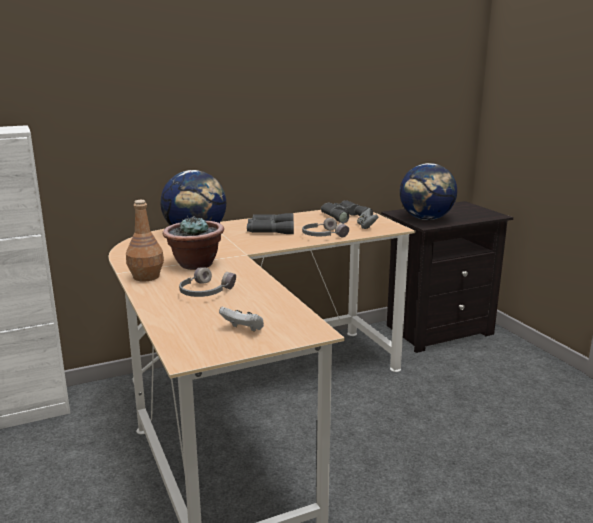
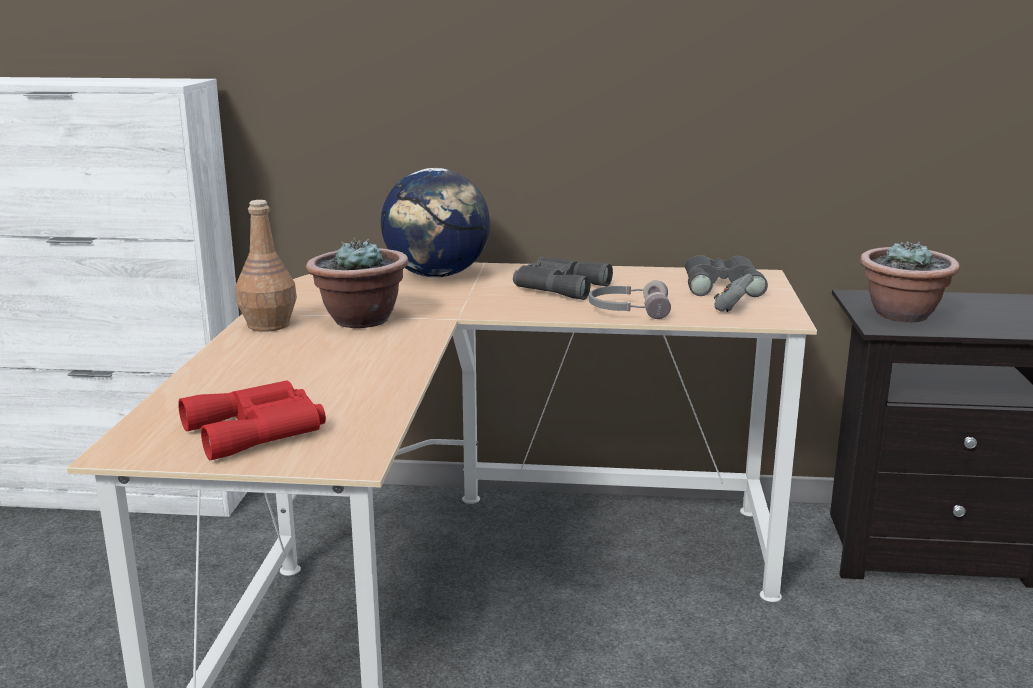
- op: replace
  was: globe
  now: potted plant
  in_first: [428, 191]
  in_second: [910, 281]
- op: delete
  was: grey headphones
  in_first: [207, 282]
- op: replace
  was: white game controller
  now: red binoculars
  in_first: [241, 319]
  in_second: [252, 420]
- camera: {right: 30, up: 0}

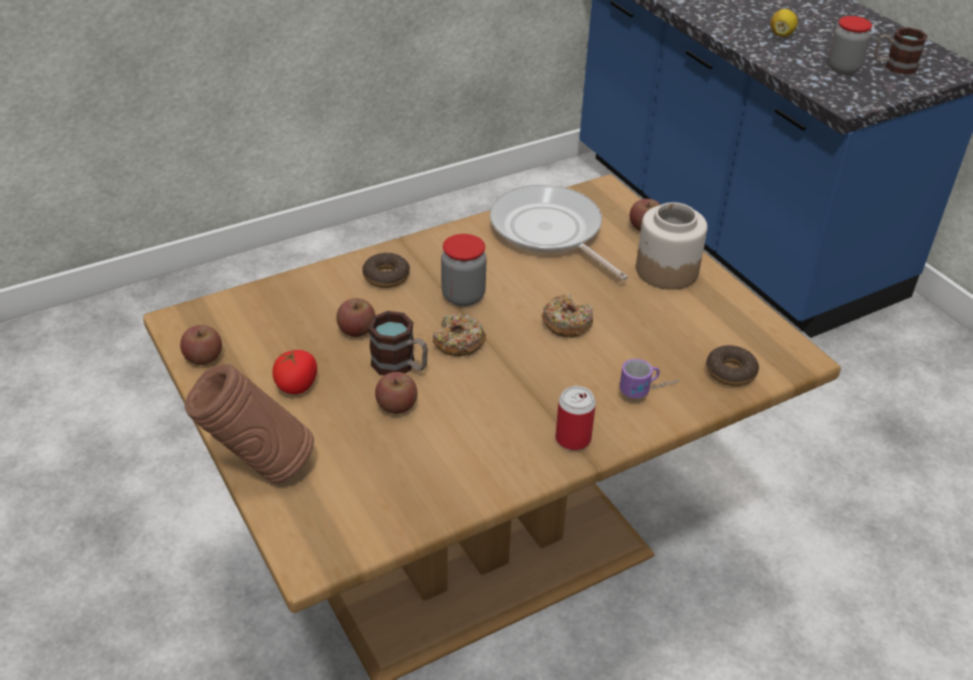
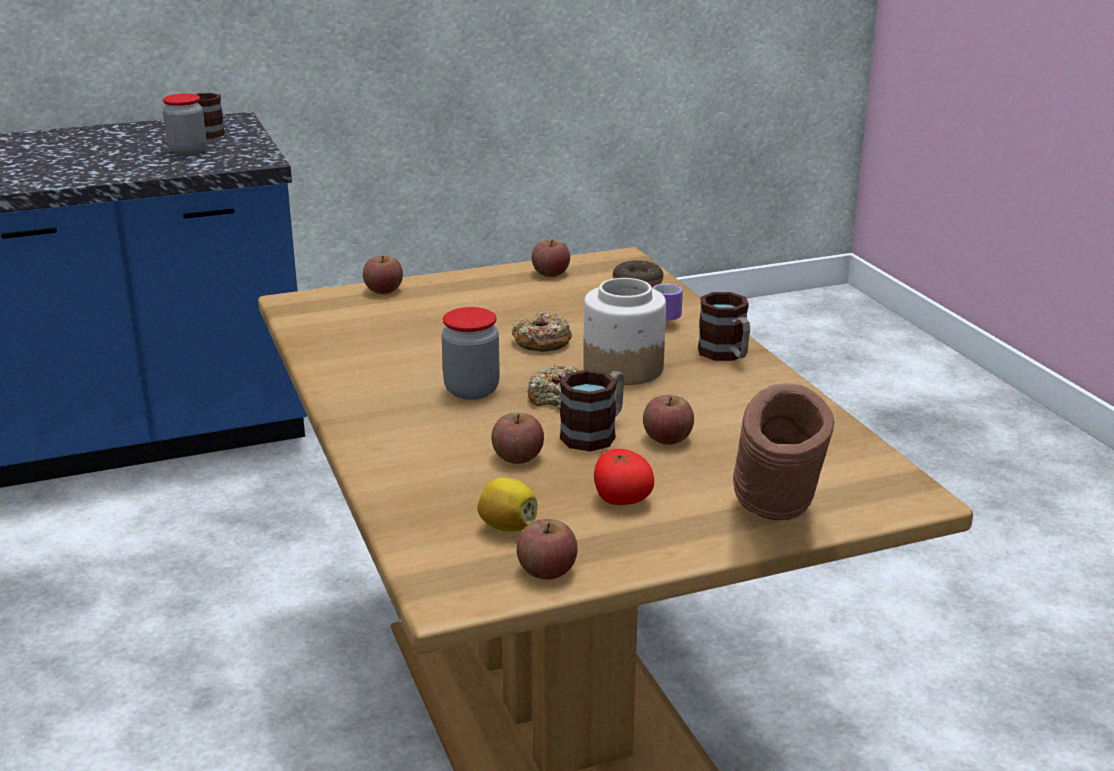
- op: move
  was: lemon
  in_first: [784, 23]
  in_second: [507, 504]
- op: delete
  was: frying pan
  in_first: [559, 233]
- op: move
  was: jar
  in_first: [671, 246]
  in_second: [624, 331]
- op: delete
  was: donut
  in_first: [386, 270]
- op: replace
  was: can
  now: mug
  in_first: [575, 418]
  in_second: [724, 326]
- op: insert
  now: apple
  in_second: [551, 258]
- camera: {right: -80, up: -15}

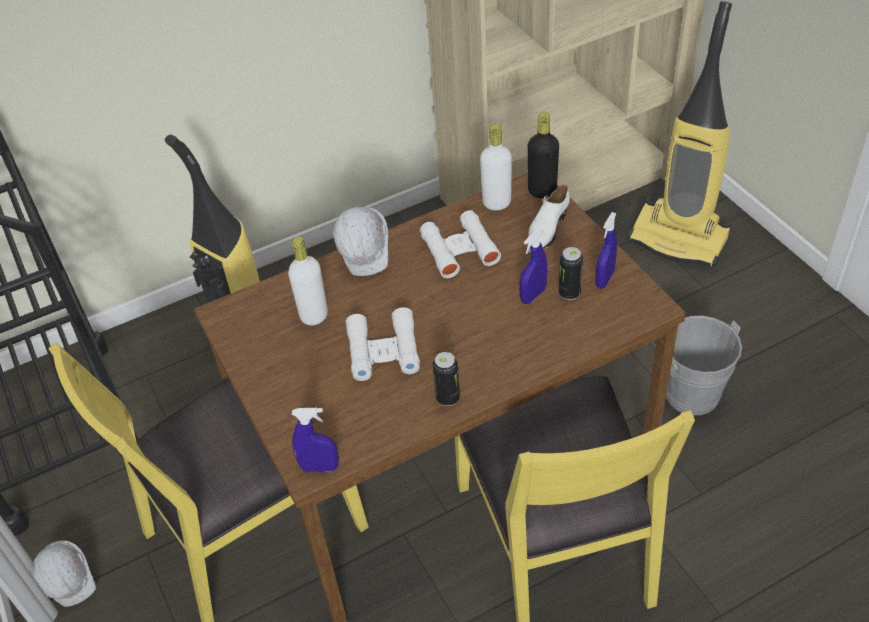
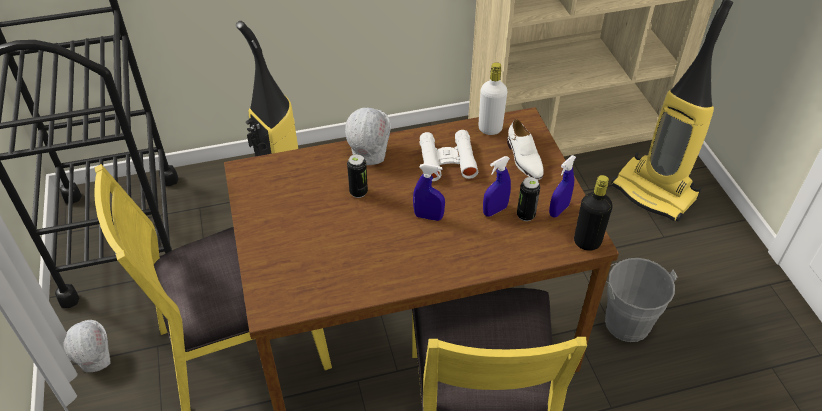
- op: move
  was: black bottle
  in_first: [543, 155]
  in_second: [593, 213]
- op: rotate
  was: white shoe
  in_first: [549, 219]
  in_second: [525, 149]
  clockwise: -60
- op: delete
  was: white bottle
  in_first: [308, 280]
- op: delete
  was: white binoculars
  in_first: [383, 344]
- op: move
  was: can
  in_first: [446, 379]
  in_second: [357, 176]
- op: move
  was: blue spray bottle
  in_first: [315, 440]
  in_second: [429, 192]
- camera: {right: 10, up: 0}

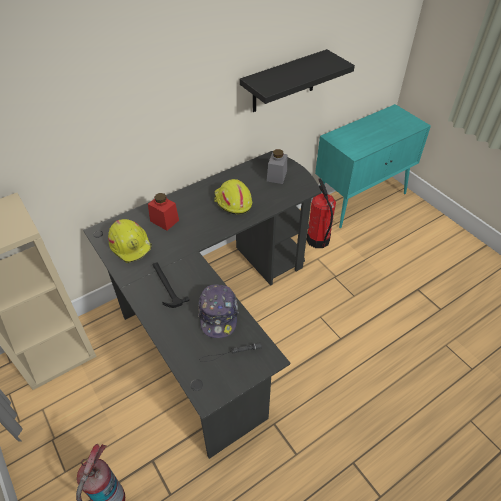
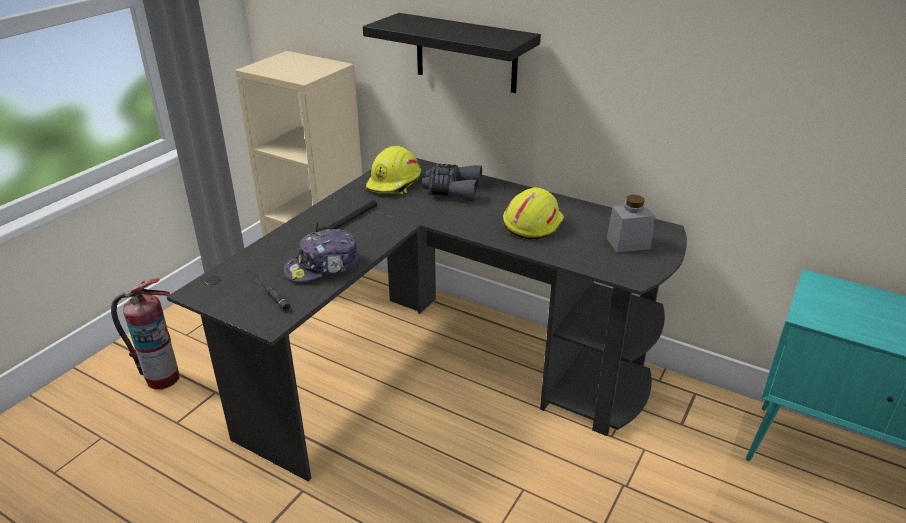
- op: move
  was: black shelf
  in_first: [297, 80]
  in_second: [452, 53]
- op: delete
  was: fire extinguisher
  in_first: [321, 213]
- op: replace
  was: red jar
  now: grey binoculars
  in_first: [163, 212]
  in_second: [452, 182]
- camera: {right: 65, up: -15}

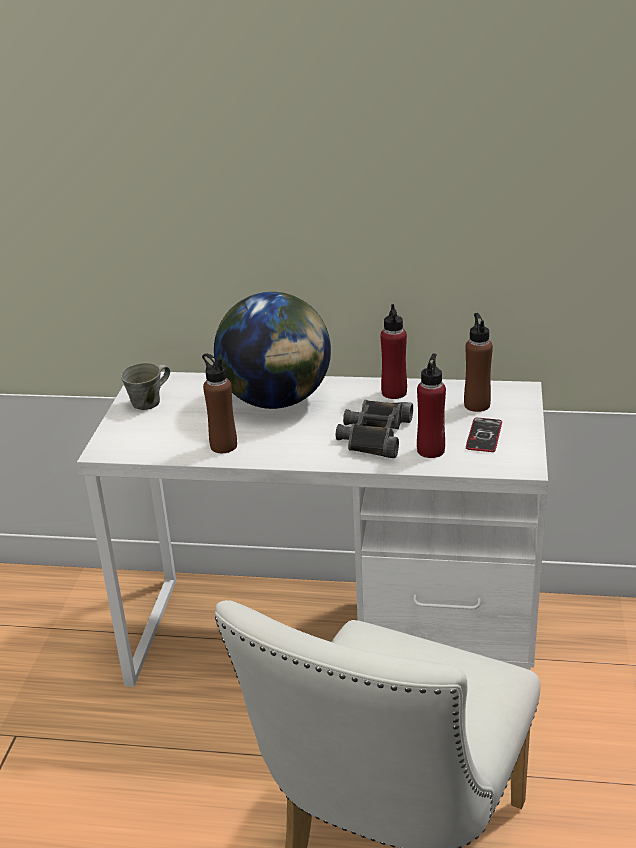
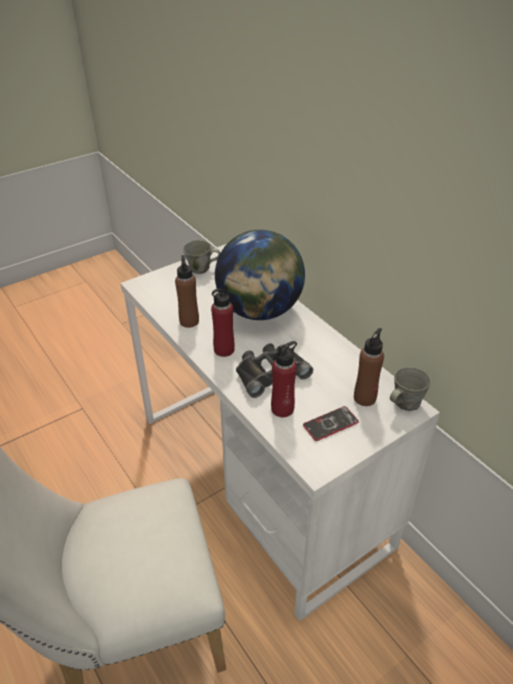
- op: move
  was: red bottle
  in_first: [394, 351]
  in_second: [223, 320]
- op: insert
  now: grey mug
  in_second: [410, 389]
- camera: {right: 45, up: 10}

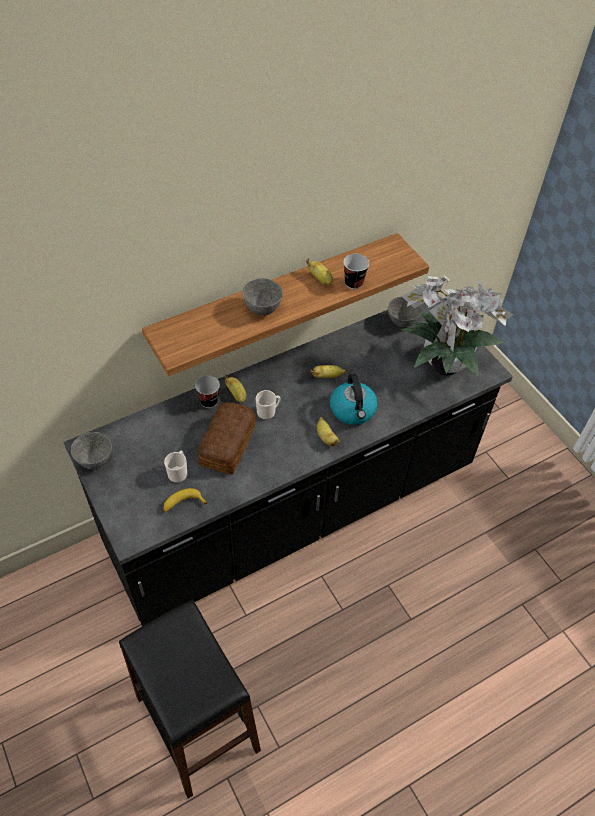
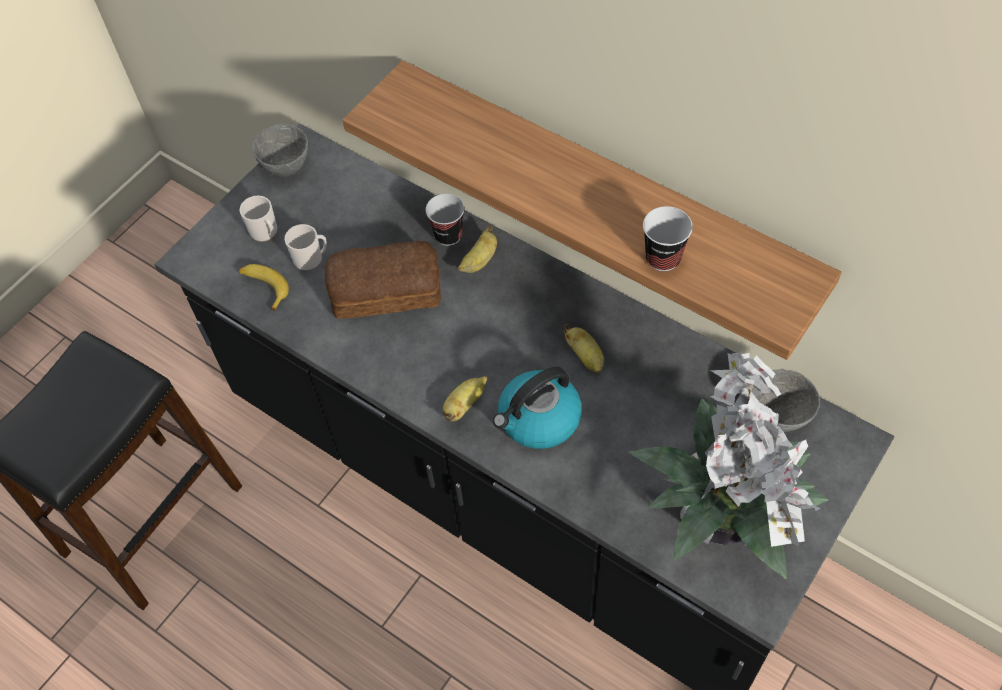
- op: delete
  was: banana
  in_first: [319, 271]
- op: delete
  was: grey bowl
  in_first: [262, 297]
- op: move
  was: mug
  in_first: [268, 405]
  in_second: [258, 219]
- camera: {right: 70, up: 5}

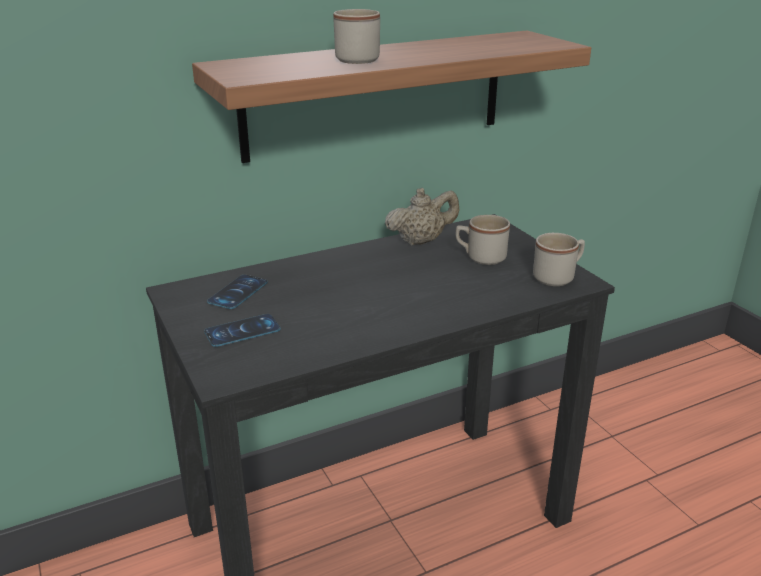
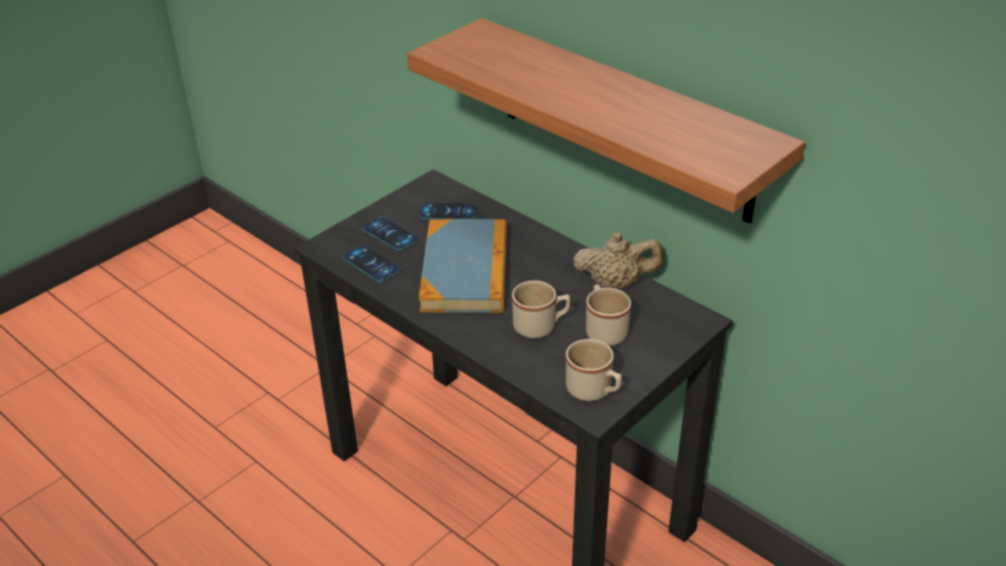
- op: move
  was: beige mug
  in_first: [356, 36]
  in_second: [541, 309]
- op: rotate
  was: beige teapot
  in_first: [422, 217]
  in_second: [618, 260]
  clockwise: -45
- op: insert
  now: book
  in_second: [463, 266]
- op: insert
  now: phone
  in_second: [372, 263]
- camera: {right: 70, up: 10}

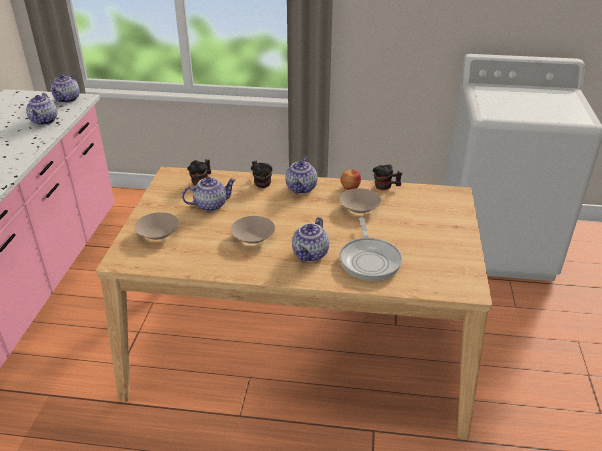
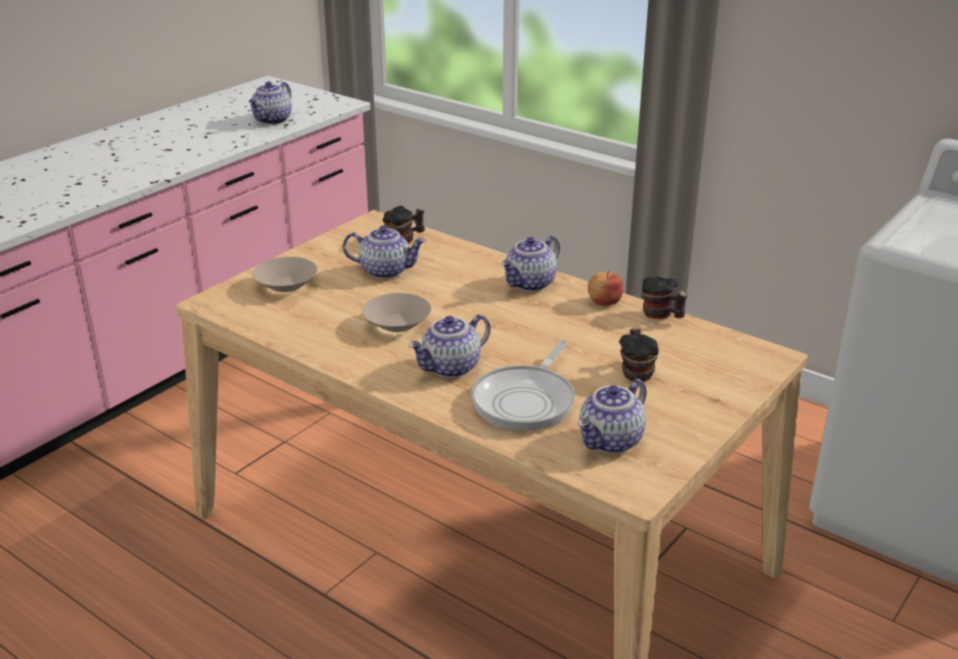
- op: move
  was: teapot
  in_first: [65, 88]
  in_second: [612, 416]
- op: move
  was: mug
  in_first: [261, 174]
  in_second: [639, 355]
- op: delete
  was: beige bowl
  in_first: [360, 200]
- camera: {right: 30, up: -5}

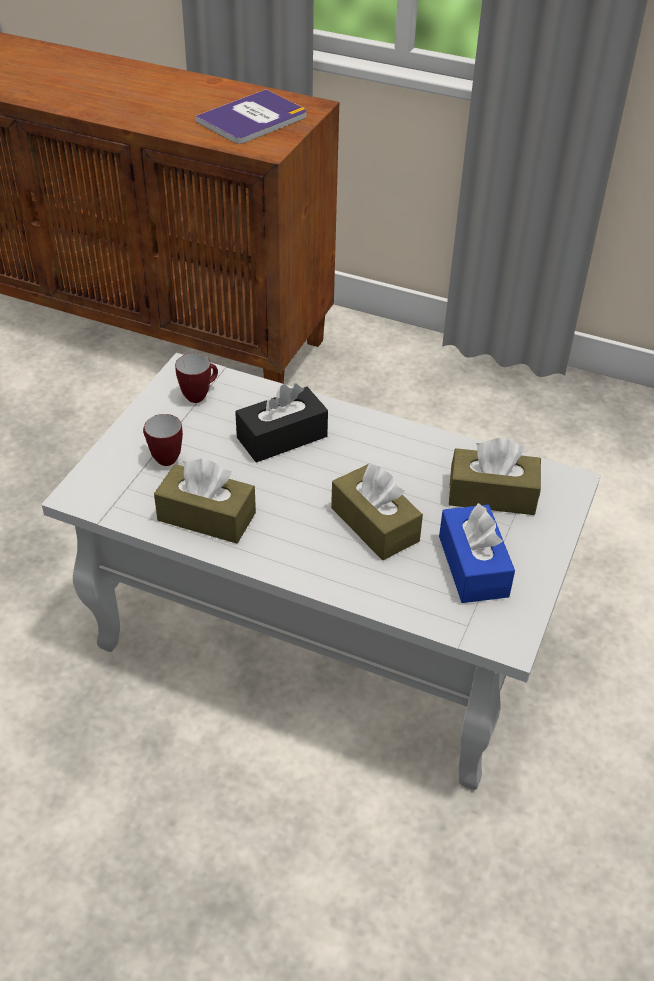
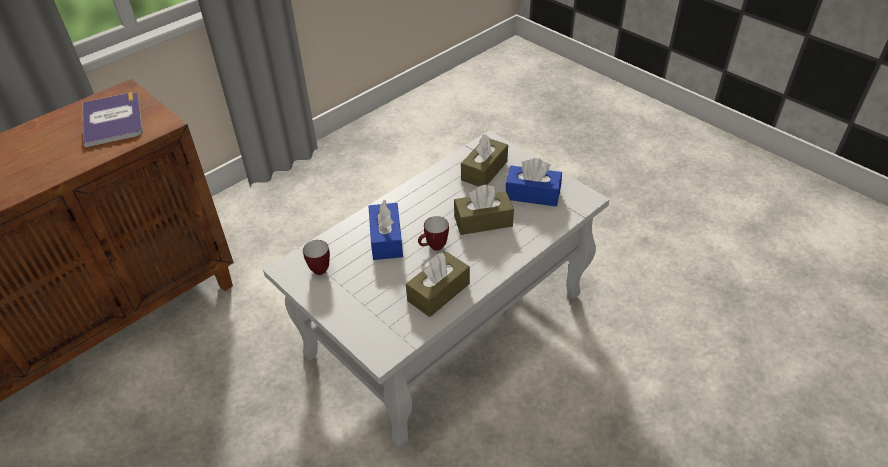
- op: recolor
  was: black tissue box
  now: blue tissue box
  in_first: [281, 423]
  in_second: [386, 230]
- op: move
  was: mug
  in_first: [163, 440]
  in_second: [433, 233]
- camera: {right: -65, up: 0}

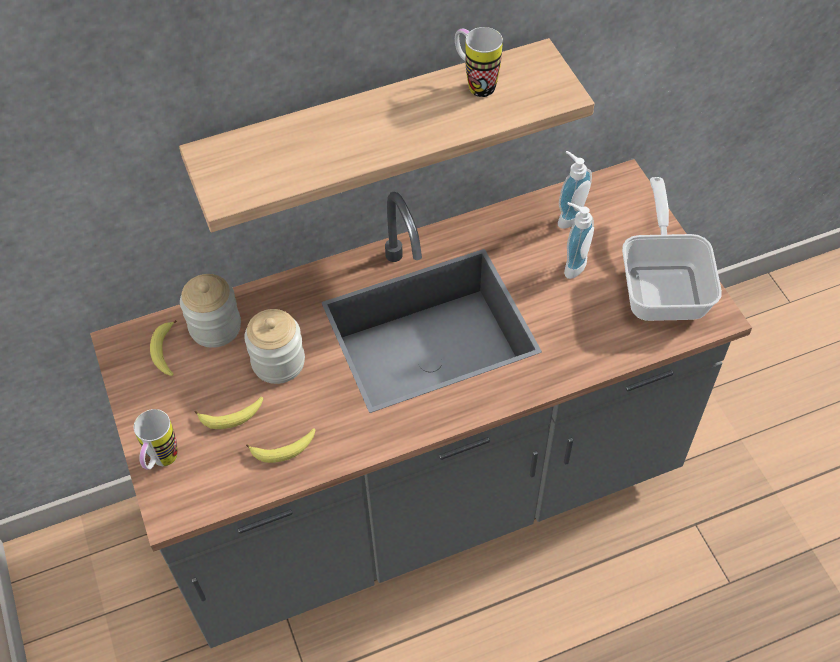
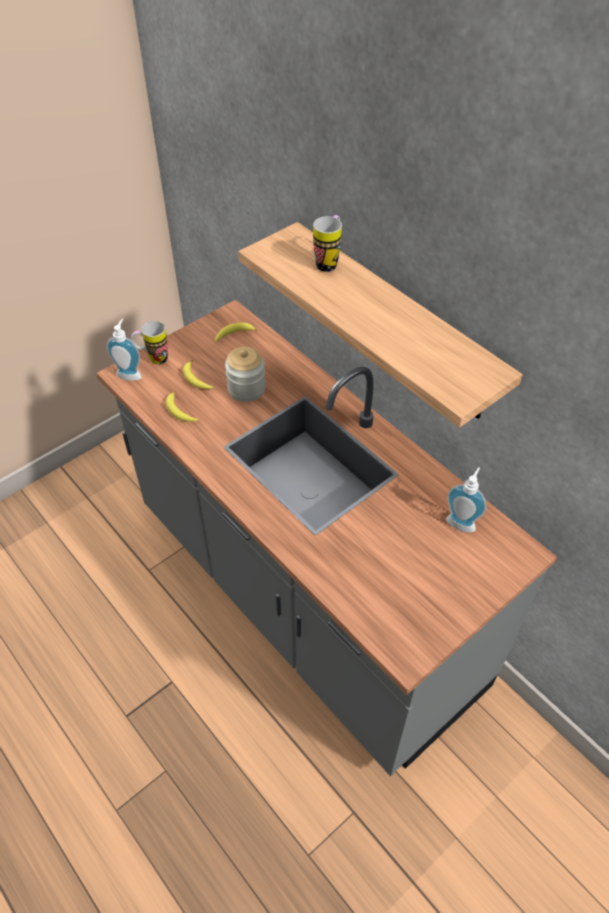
- op: move
  was: mug
  in_first: [479, 62]
  in_second: [327, 243]
- op: delete
  was: frying pan
  in_first: [672, 249]
- op: move
  was: soap dispenser
  in_first: [579, 240]
  in_second: [124, 350]
- op: delete
  was: jar
  in_first: [210, 311]
- camera: {right: 70, up: -5}

